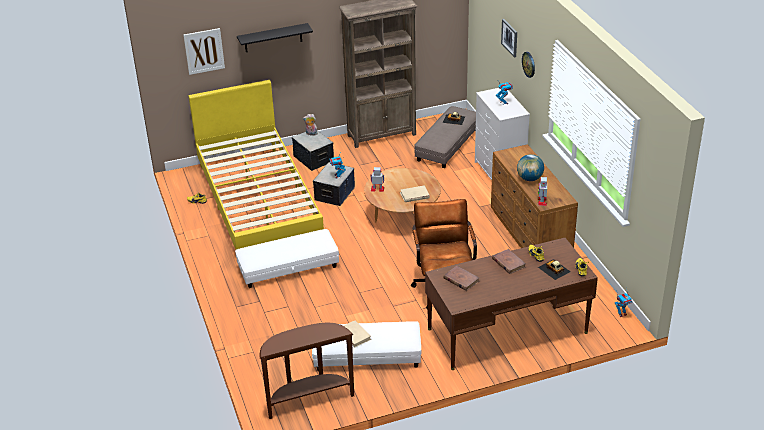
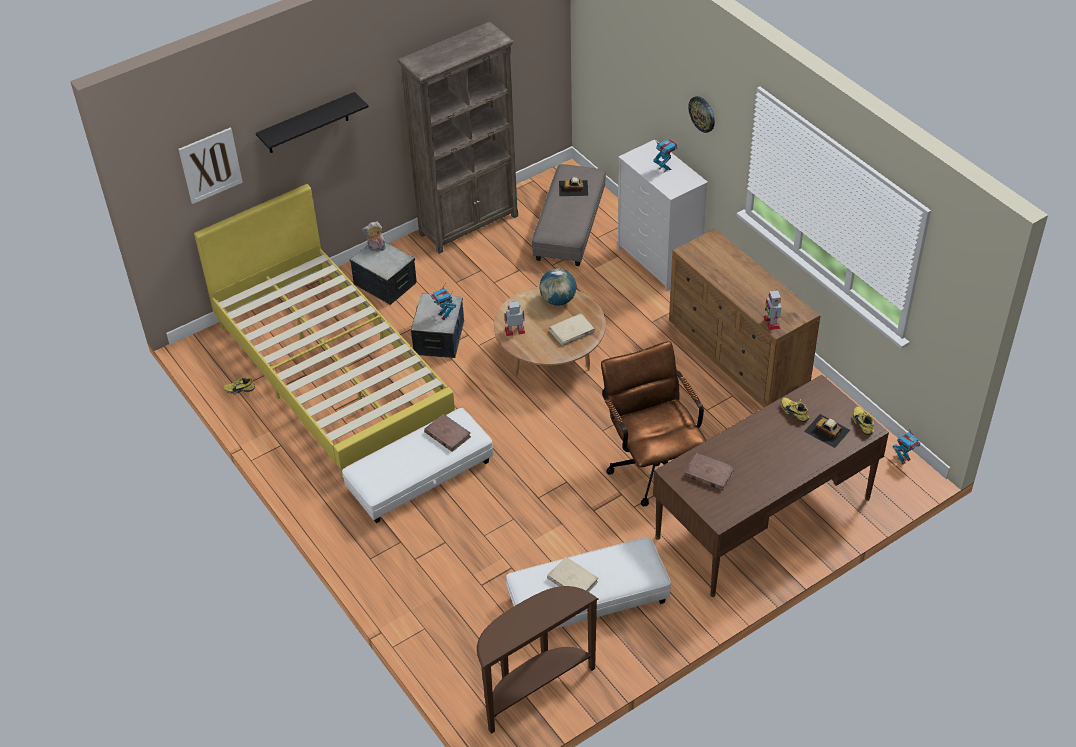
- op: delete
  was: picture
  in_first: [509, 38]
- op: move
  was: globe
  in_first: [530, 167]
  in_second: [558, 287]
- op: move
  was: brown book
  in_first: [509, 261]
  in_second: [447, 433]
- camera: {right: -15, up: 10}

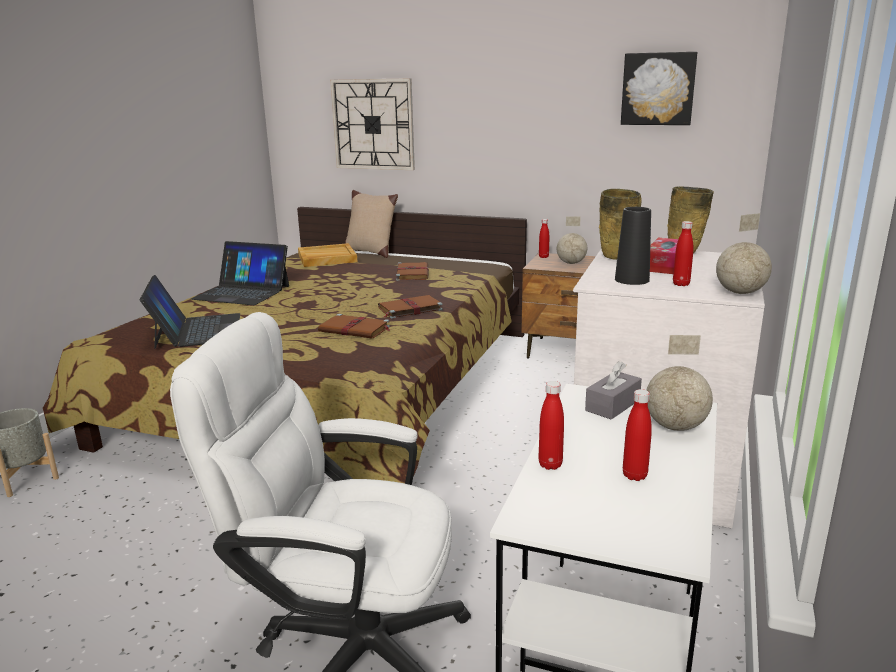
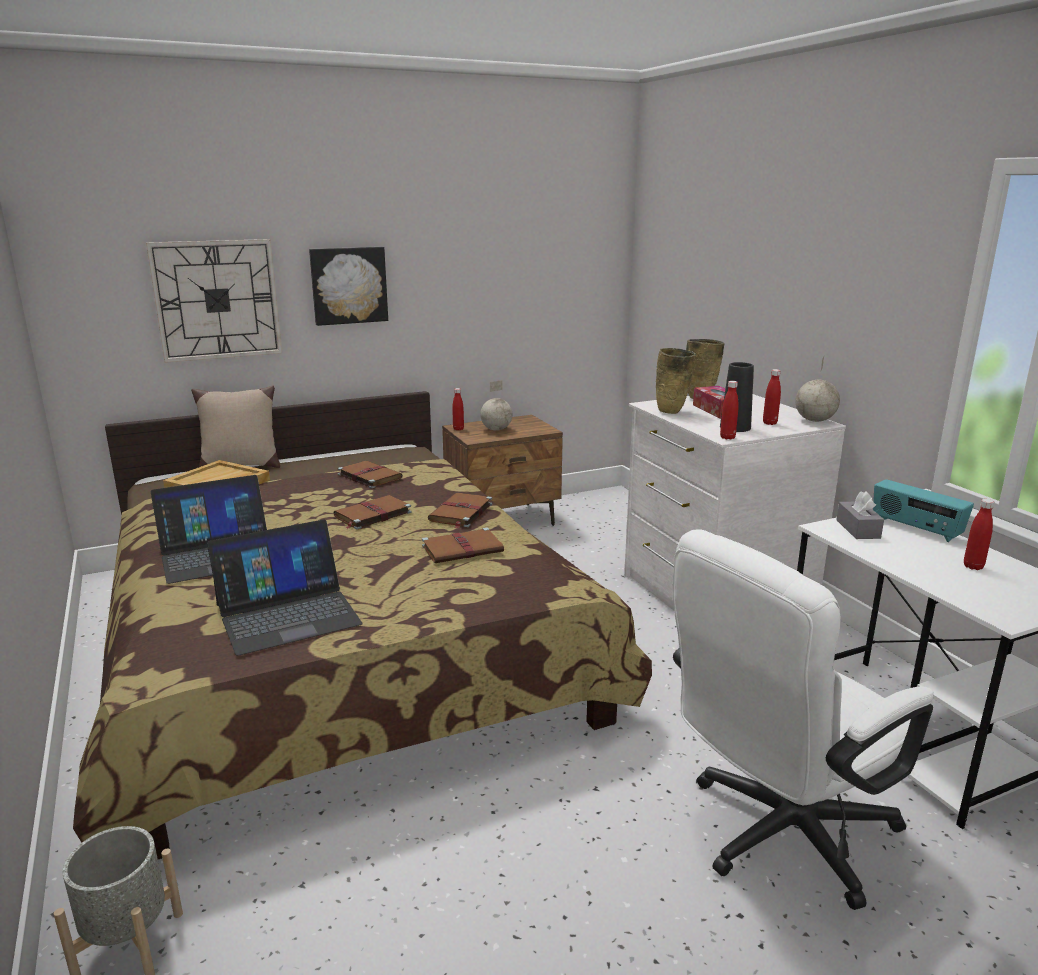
- op: move
  was: picture
  in_first: [659, 88]
  in_second: [348, 286]
- op: rotate
  was: laptop
  in_first: [190, 312]
  in_second: [285, 587]
  clockwise: 120
- op: replace
  was: globe
  now: radio
  in_first: [680, 383]
  in_second: [923, 510]
- op: move
  was: red bottle
  in_first: [551, 425]
  in_second: [729, 410]
- op: insert
  now: brown book
  in_second: [373, 512]
- camera: {right: -45, up: 0}

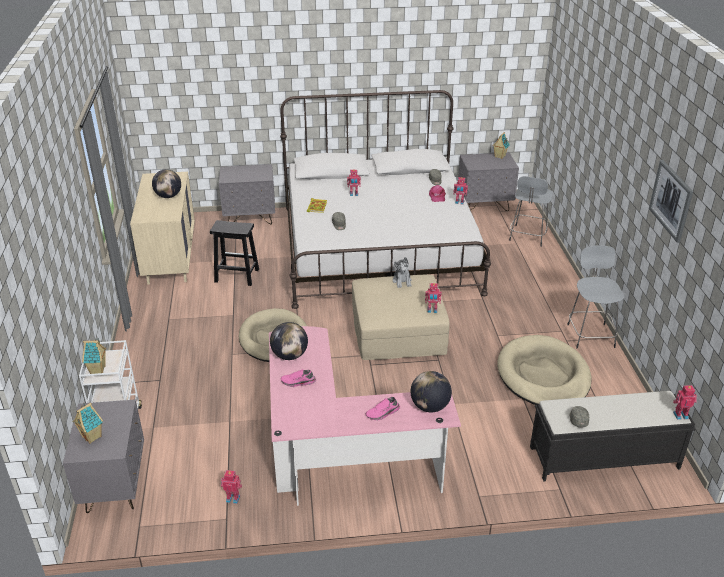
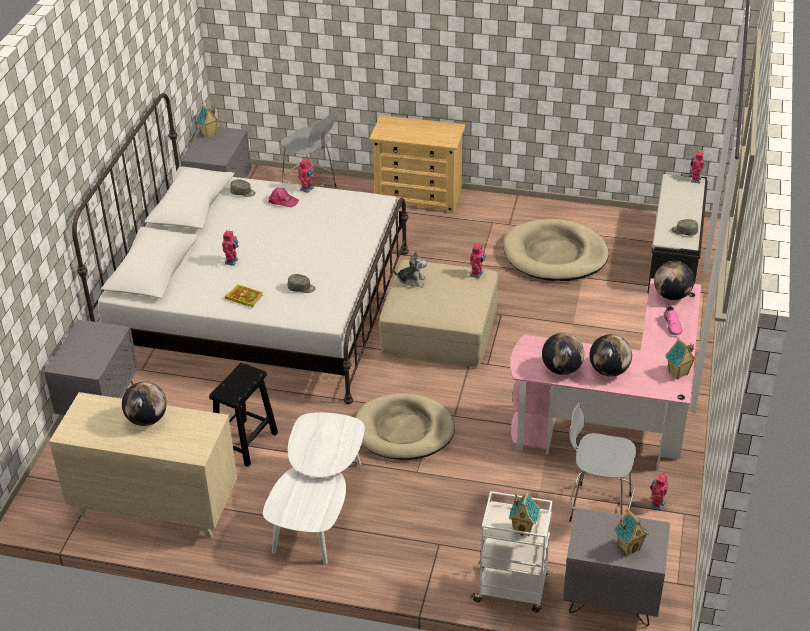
- op: delete
  was: picture
  in_first: [671, 201]
- op: move
  was: grey stool
  in_first: [595, 296]
  in_second: [602, 462]
- op: replace
  was: pink shoe
  now: globe
  in_first: [298, 378]
  in_second: [610, 355]
- op: insert
  now: beige dresser
  in_second: [417, 164]
- op: insert
  now: toy house
  in_second: [680, 358]
- op: insert
  now: white coffee table
  in_second: [314, 488]
- camera: {right: -70, up: 5}

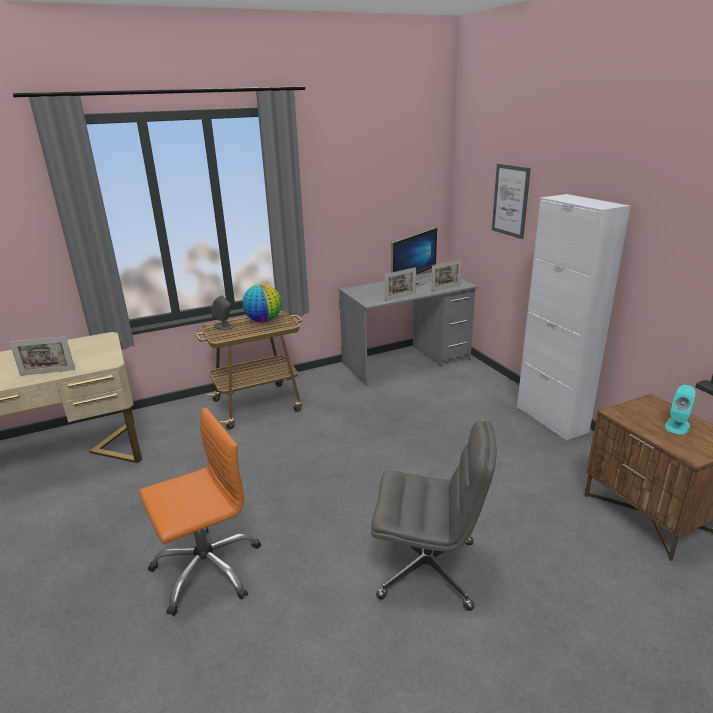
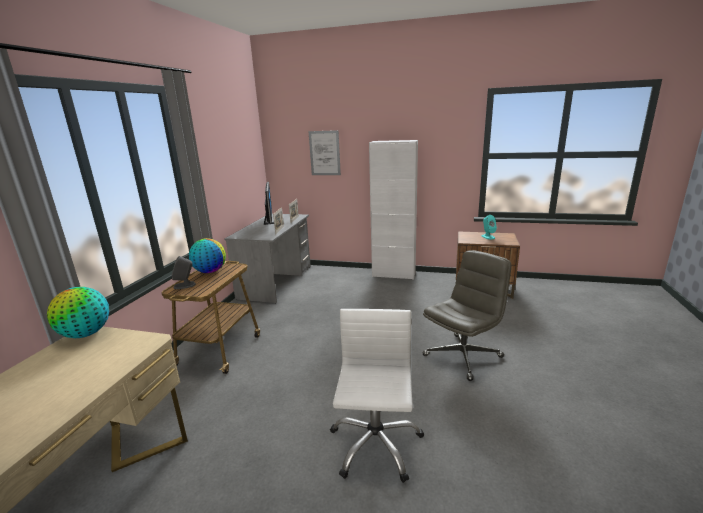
- op: delete
  was: picture frame
  in_first: [42, 356]
- op: recolor
  was: orange office chair
  now: white office chair
  in_first: [200, 511]
  in_second: [377, 396]
- op: insert
  now: globe
  in_second: [78, 312]
- camera: {right: -50, up: -5}

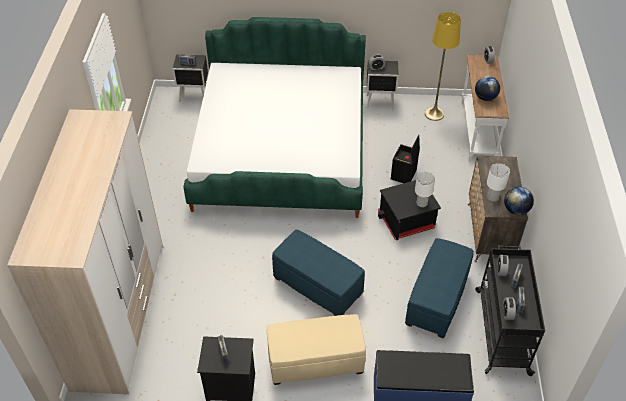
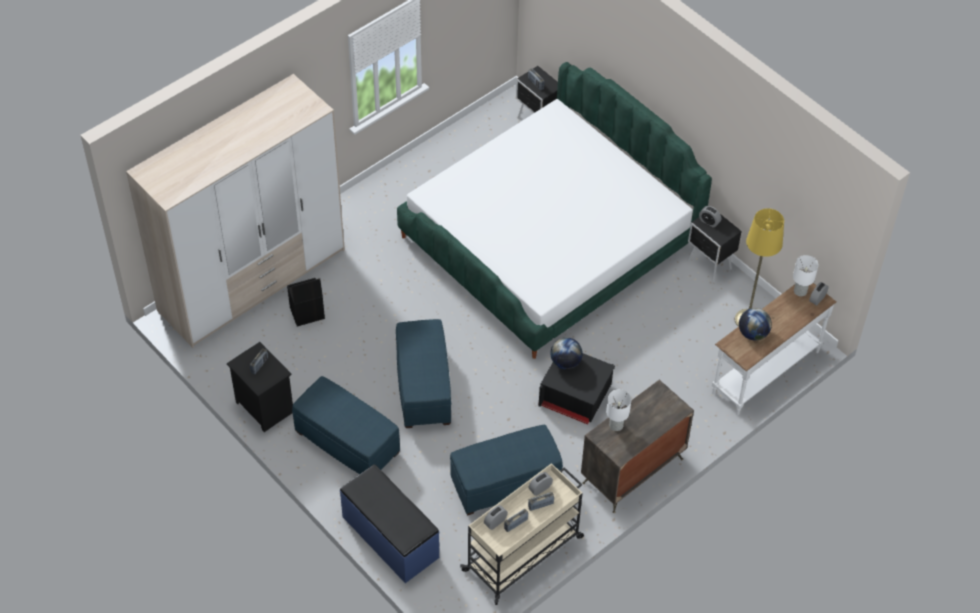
- op: move
  was: black storage box
  in_first: [405, 159]
  in_second: [306, 302]
- op: move
  was: white table lamp
  in_first: [425, 189]
  in_second: [805, 275]
- op: move
  was: globe
  in_first: [519, 201]
  in_second: [566, 353]
- op: recolor
  was: black cart
  now: beige cart
  in_first: [510, 310]
  in_second: [522, 534]
- op: recolor
  was: beige ottoman
  now: blue ottoman
  in_first: [316, 349]
  in_second: [346, 425]
- camera: {right: 45, up: 5}

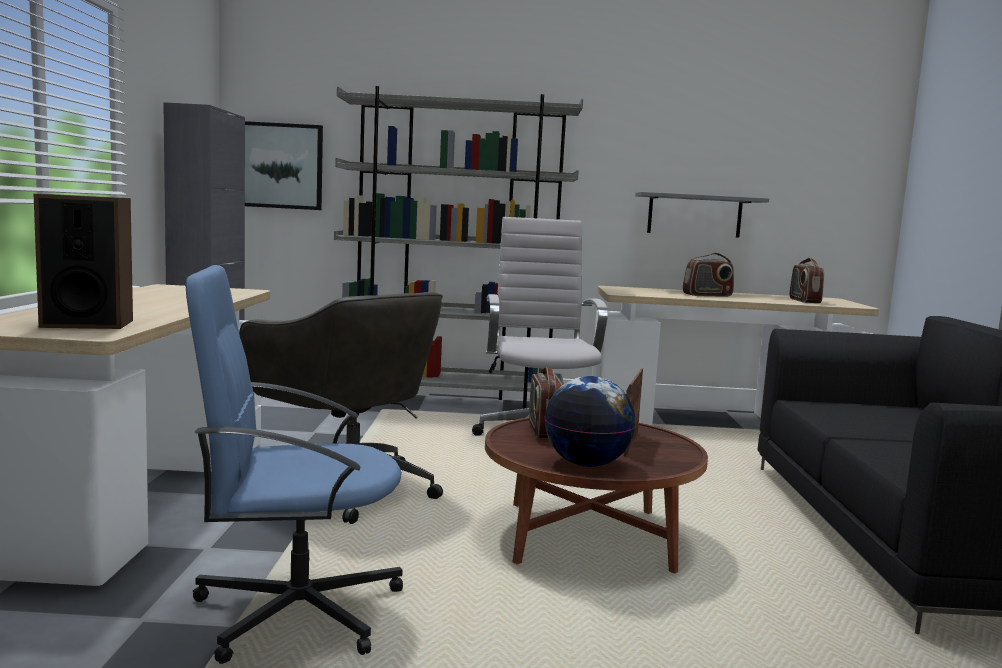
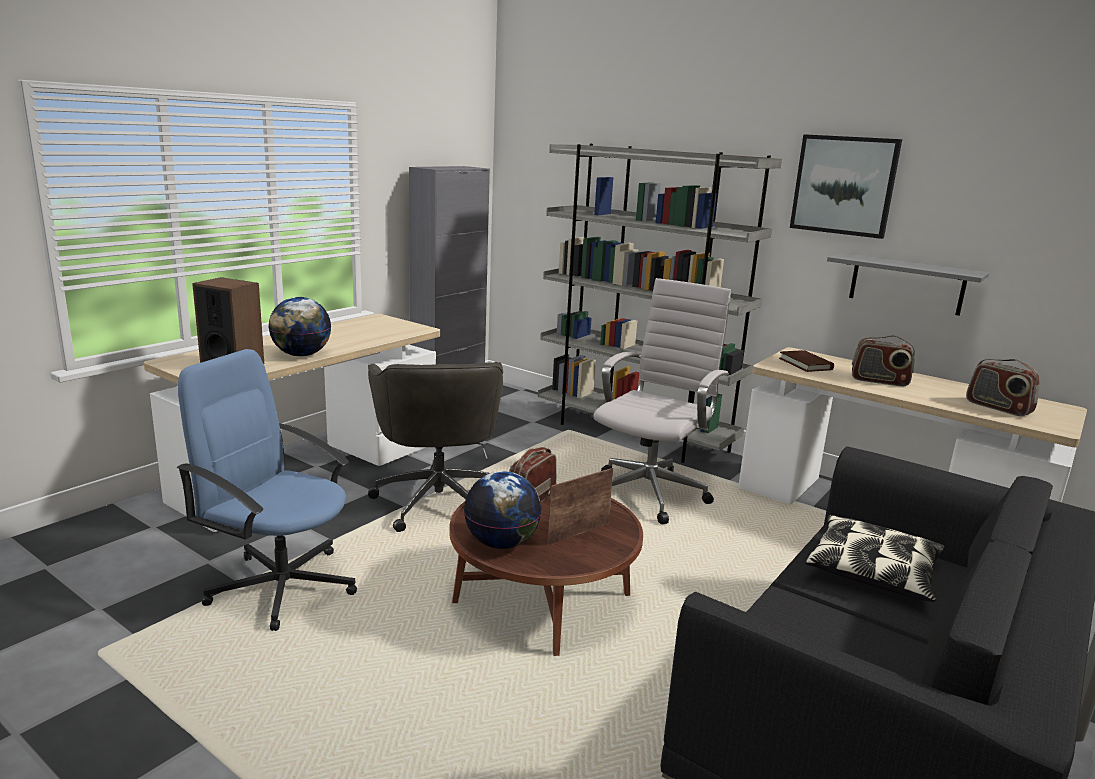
- op: move
  was: picture
  in_first: [284, 165]
  in_second: [846, 186]
- op: rotate
  was: radio
  in_first: [807, 280]
  in_second: [1003, 387]
  clockwise: -75
- op: insert
  now: globe
  in_second: [299, 326]
- op: insert
  now: brown book
  in_second: [806, 361]
- op: insert
  now: pillow
  in_second: [874, 558]
- camera: {right: 35, up: 10}

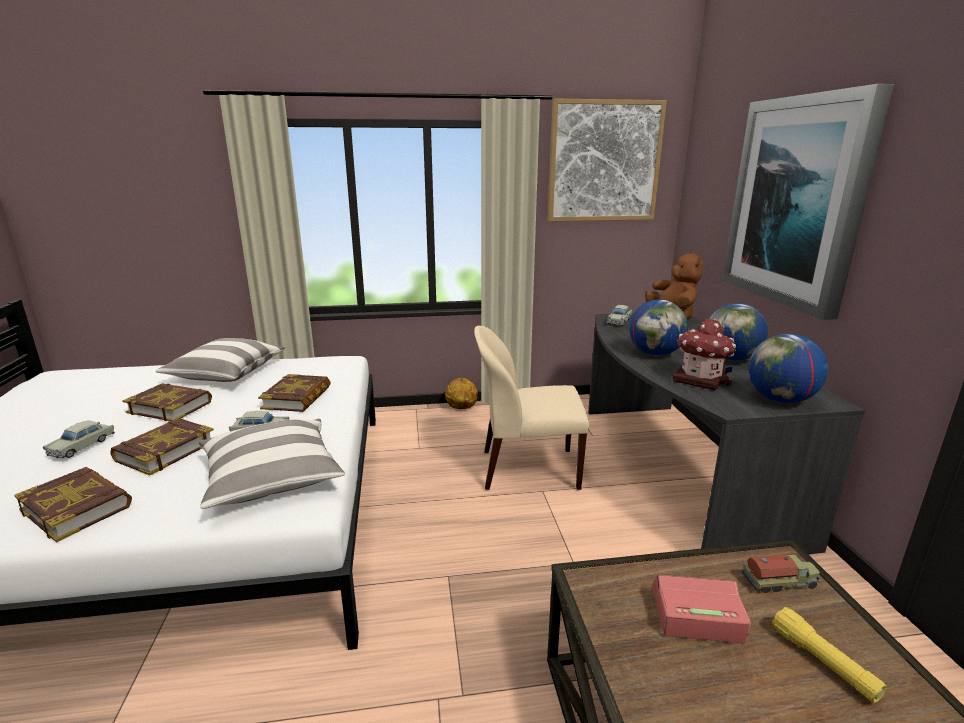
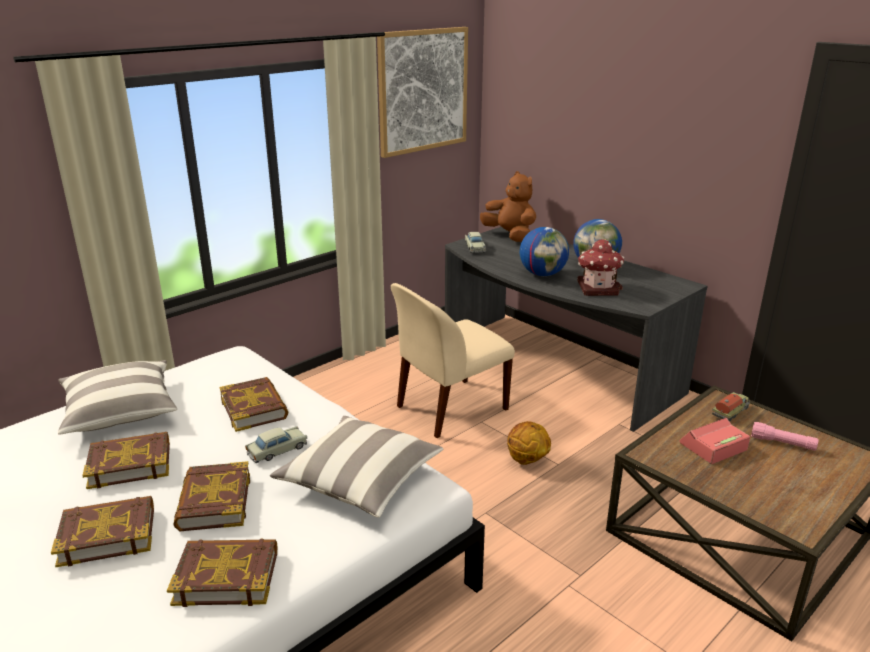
- op: delete
  was: picture
  in_first: [808, 202]
- op: delete
  was: globe
  in_first: [788, 368]
- op: move
  was: basketball
  in_first: [461, 393]
  in_second: [529, 443]
- op: replace
  was: beige toy car
  now: book
  in_first: [79, 439]
  in_second: [102, 531]
- op: recolor
  was: yellow flashlight
  now: pink flashlight
  in_first: [829, 655]
  in_second: [785, 436]
- camera: {right: -35, up: 5}

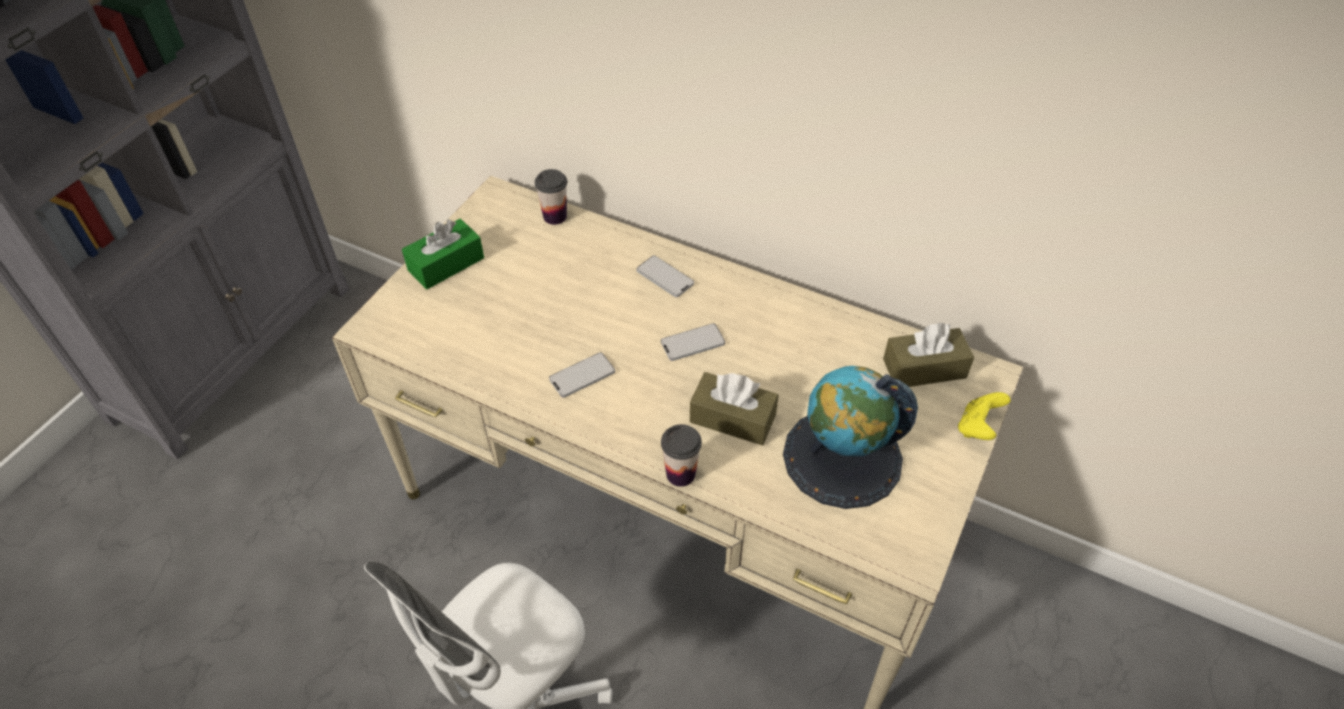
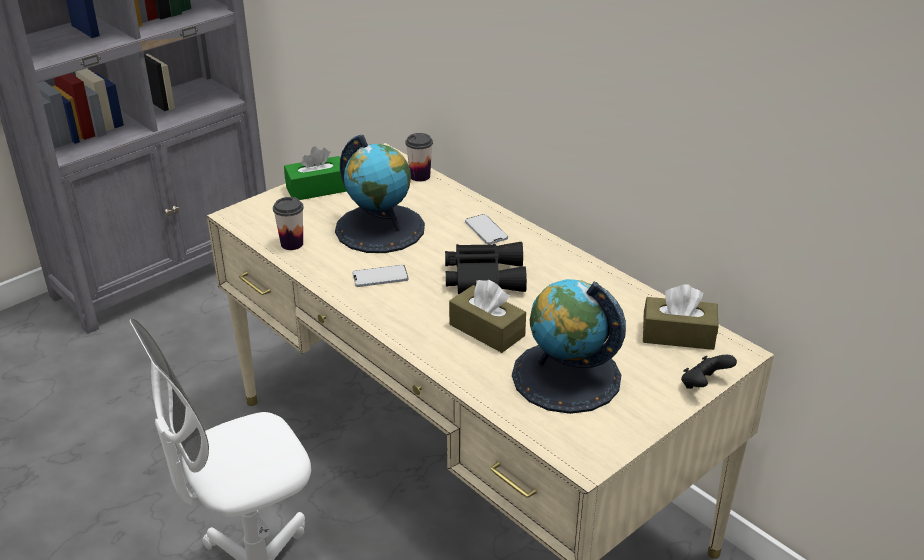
- op: replace
  was: phone
  now: black binoculars
  in_first: [693, 342]
  in_second: [486, 268]
- op: recolor
  was: yellow game controller
  now: black game controller
  in_first: [984, 416]
  in_second: [709, 372]
- op: move
  was: cup
  in_first: [681, 455]
  in_second: [288, 223]
- op: insert
  now: globe
  in_second: [380, 194]
- camera: {right: 20, up: -15}

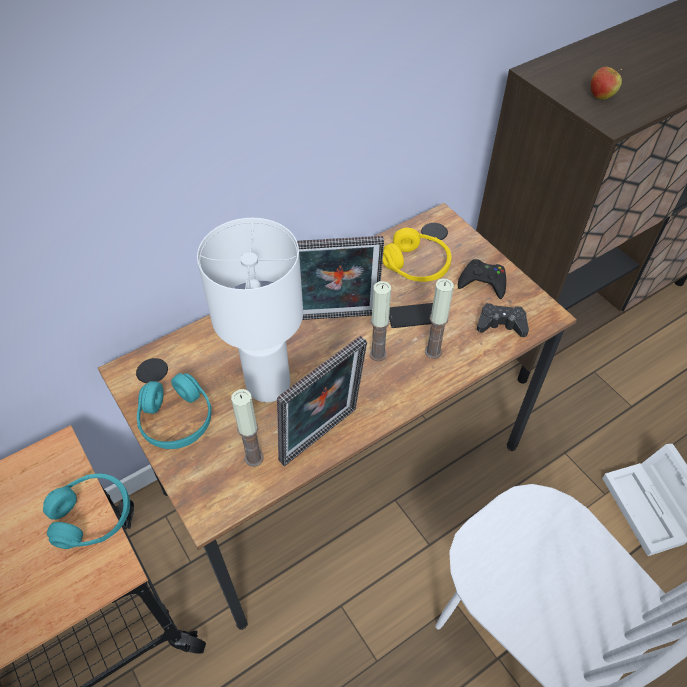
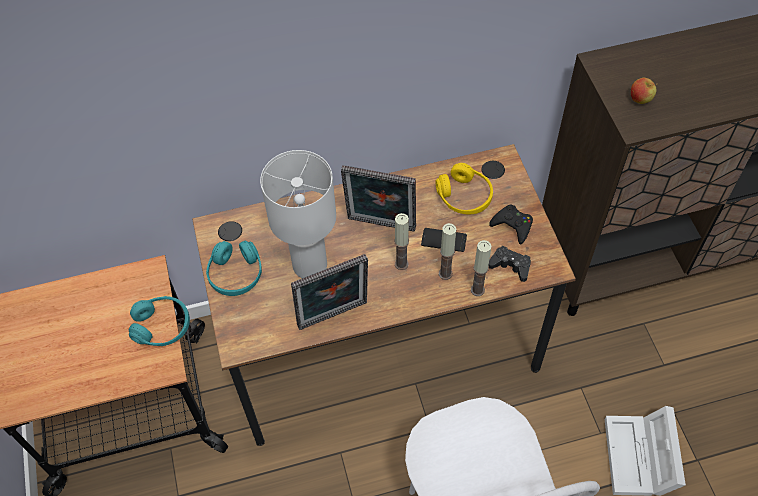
- op: move
  was: candle
  in_first: [247, 428]
  in_second: [481, 268]
- camera: {right: 20, up: 5}

